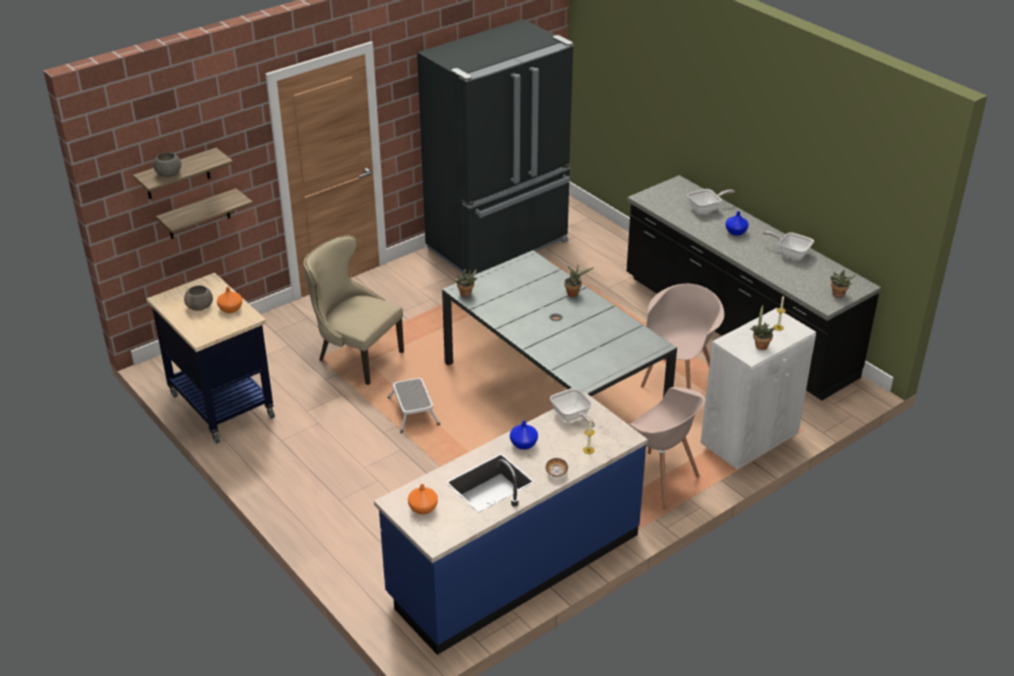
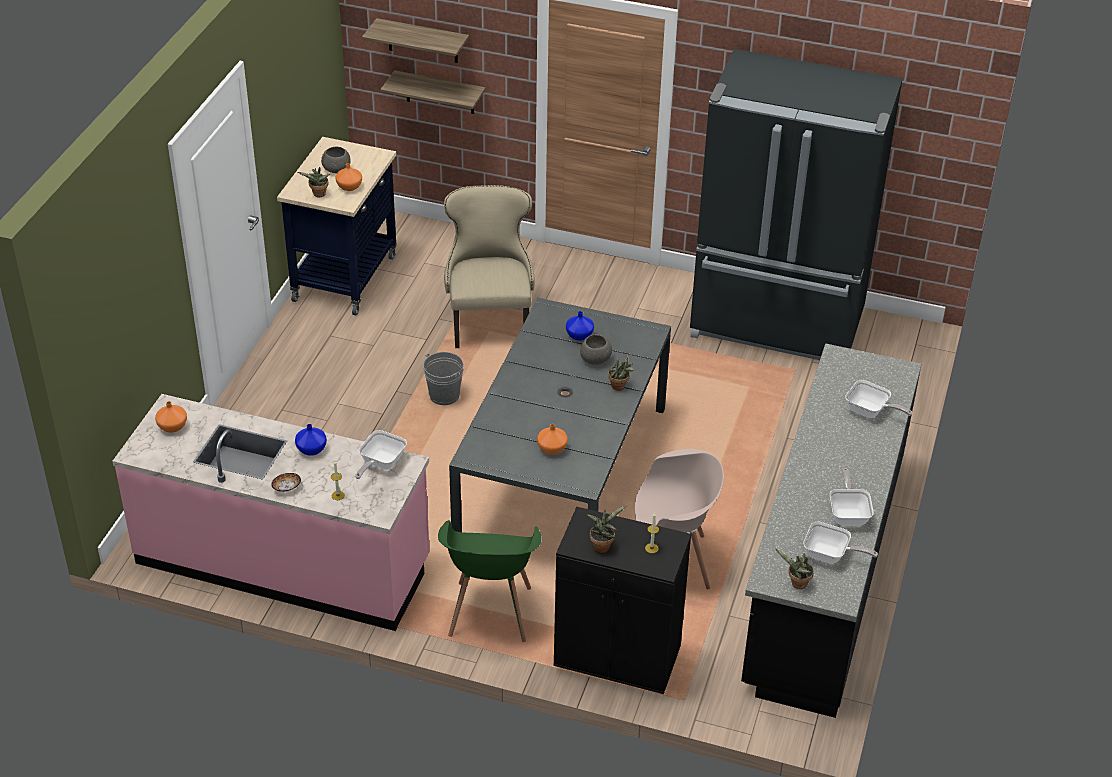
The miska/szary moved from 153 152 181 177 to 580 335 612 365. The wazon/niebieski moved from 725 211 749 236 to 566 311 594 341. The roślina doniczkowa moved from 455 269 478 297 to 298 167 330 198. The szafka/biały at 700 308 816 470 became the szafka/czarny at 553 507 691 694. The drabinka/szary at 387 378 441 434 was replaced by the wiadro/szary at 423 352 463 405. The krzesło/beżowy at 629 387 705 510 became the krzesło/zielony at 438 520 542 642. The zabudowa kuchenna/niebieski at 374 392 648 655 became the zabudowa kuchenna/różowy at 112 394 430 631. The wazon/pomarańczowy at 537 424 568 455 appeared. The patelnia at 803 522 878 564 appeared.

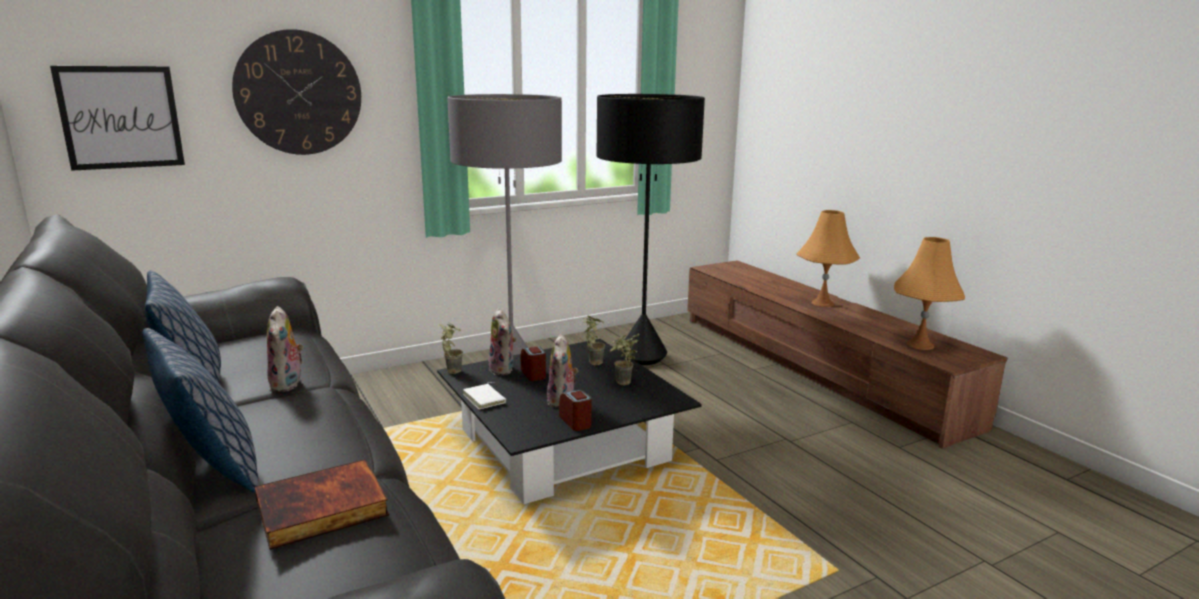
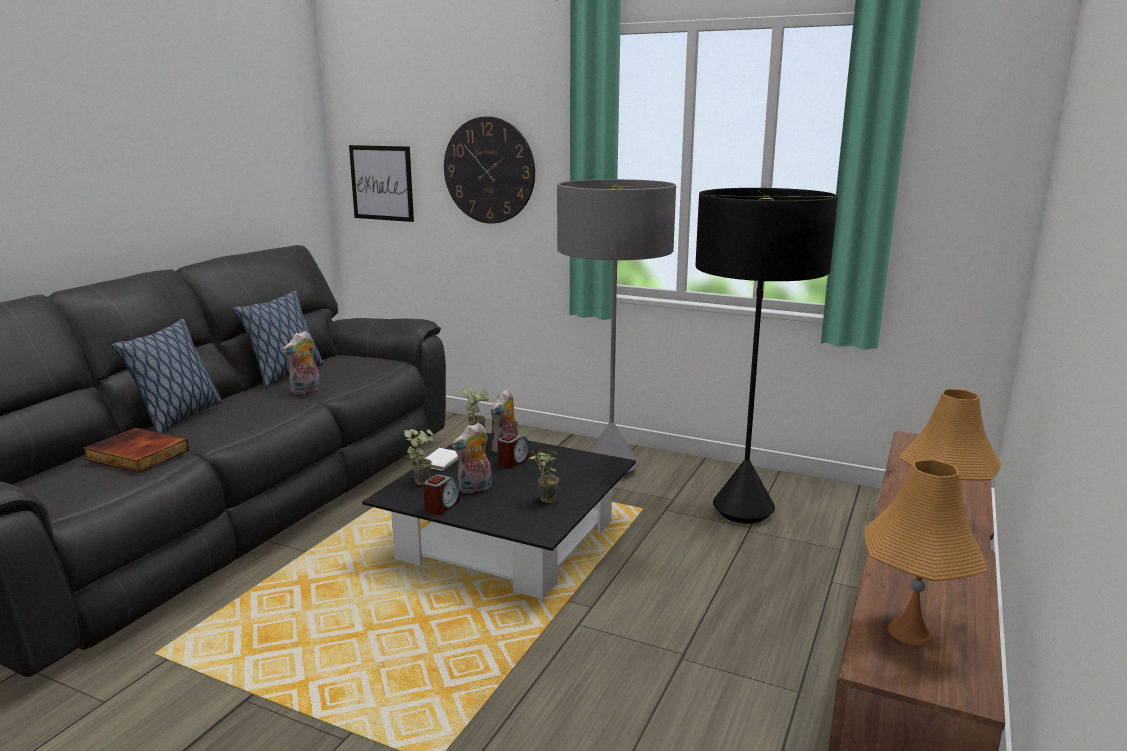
The roślina doniczkowa moved from 583 316 605 365 to 404 429 434 485.

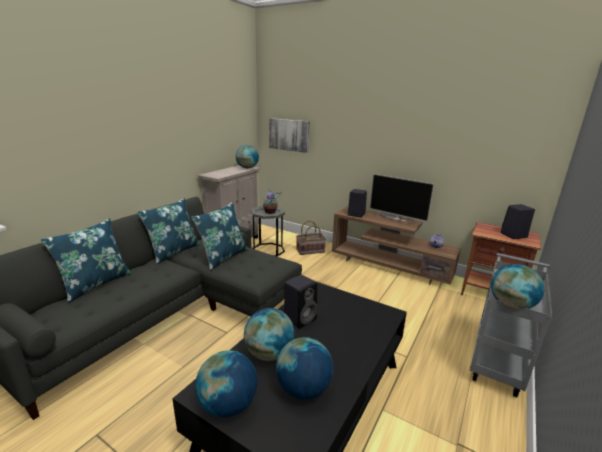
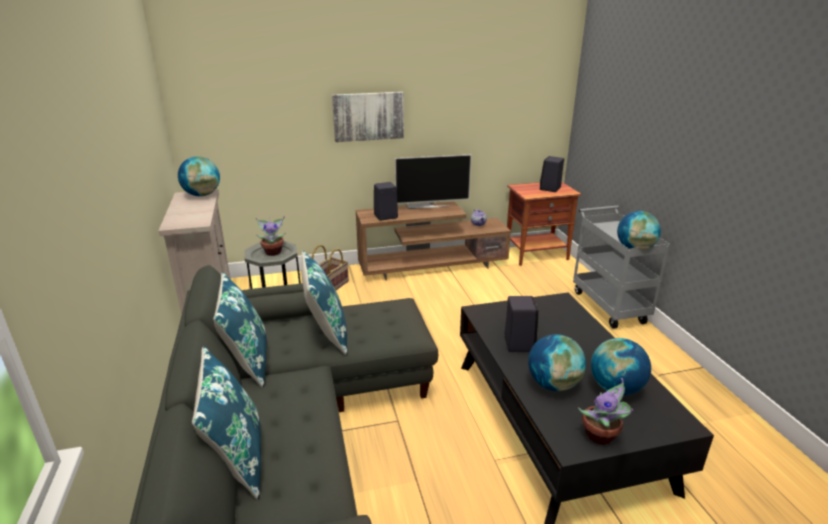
The obraz moved from 269 118 310 153 to 332 92 404 142. The globus at 195 350 258 417 was replaced by the roślina doniczkowa at 578 378 633 445.

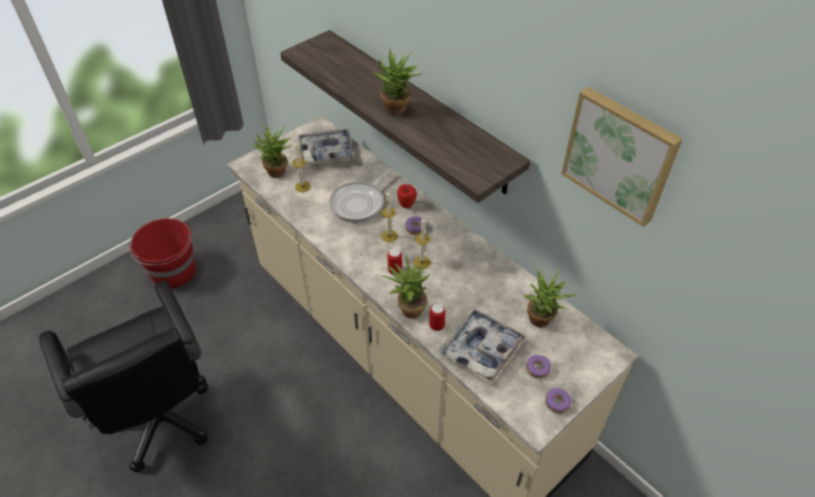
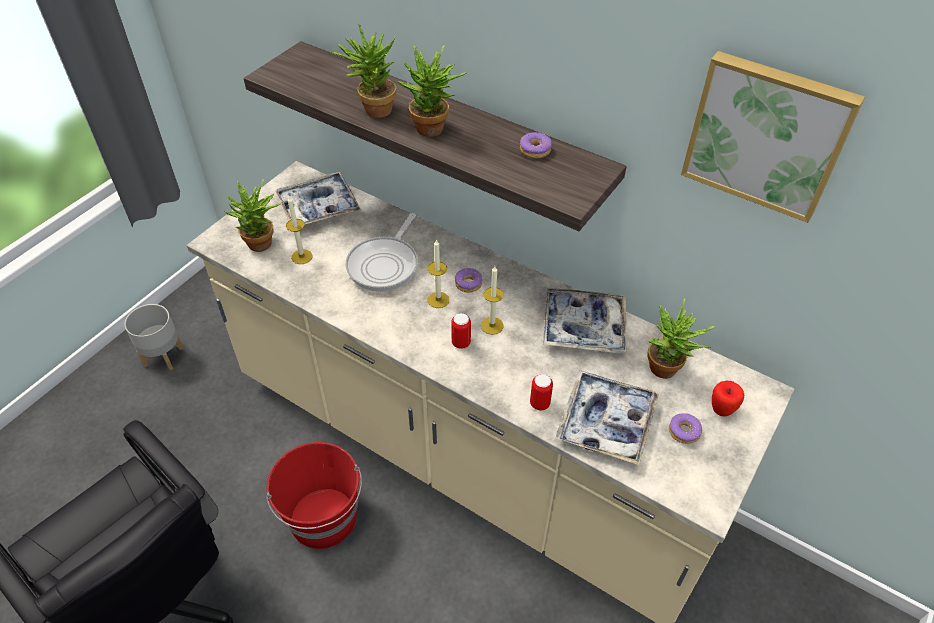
The jabłko moved from 397 184 417 208 to 712 381 744 417. The wiadro/czerwony moved from 129 218 196 289 to 266 442 362 549. The roślina doniczkowa moved from 382 257 431 319 to 332 24 396 118. The donut moved from 545 388 571 414 to 520 132 552 159. The taca at 543 288 626 353 appeared. The donica/szary at 125 304 183 370 appeared.

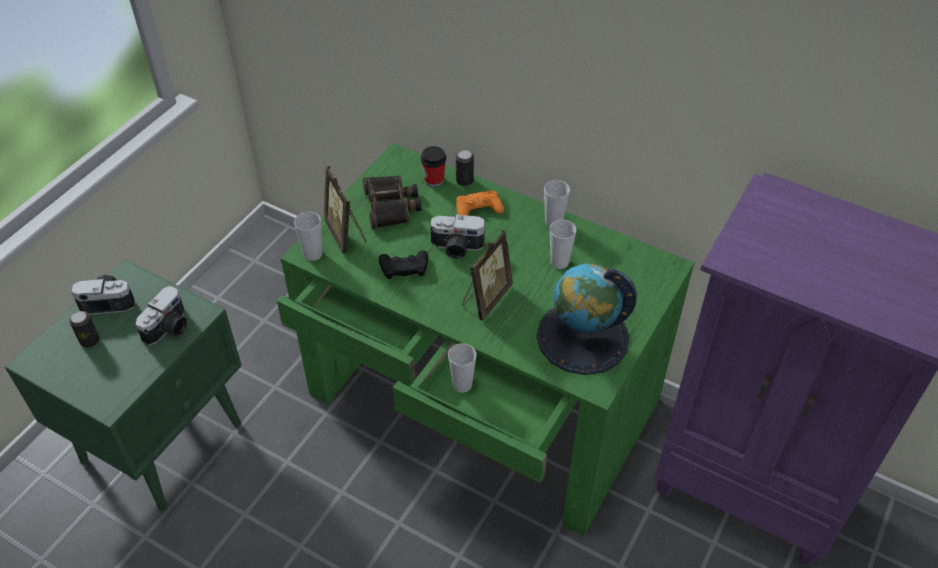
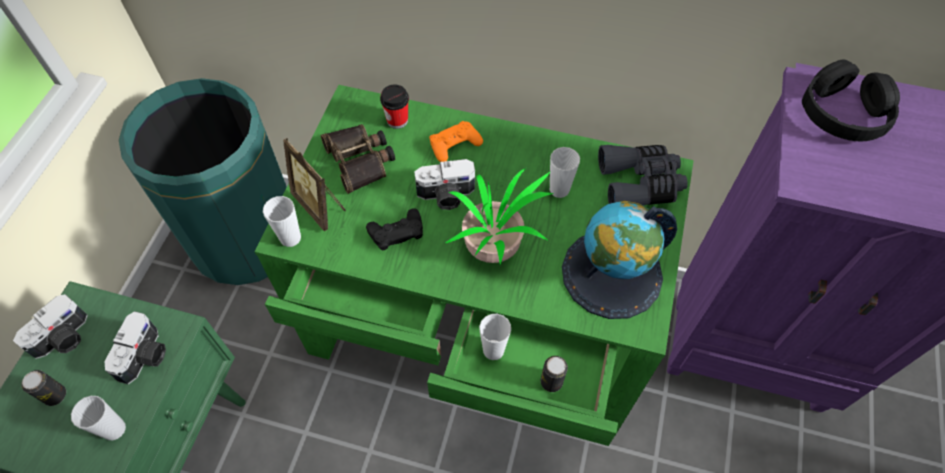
The puszka moved from 456 150 474 186 to 540 356 568 392. The filiżanka moved from 544 180 570 227 to 71 396 126 440. The ramka na zdjęcie at 462 230 513 321 was replaced by the roślina doniczkowa at 445 168 554 265. The aparat fotograficzny at 71 275 135 315 turned 150 degrees clockwise. The słuchawki/czarny at 802 59 900 141 appeared. The kosz na śmieci/zielony at 119 78 287 285 appeared. The lornetka/szary at 598 145 688 206 appeared.

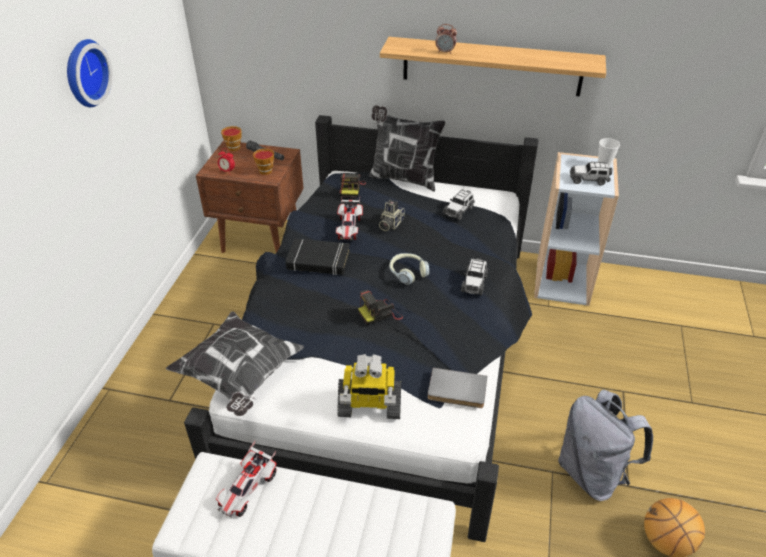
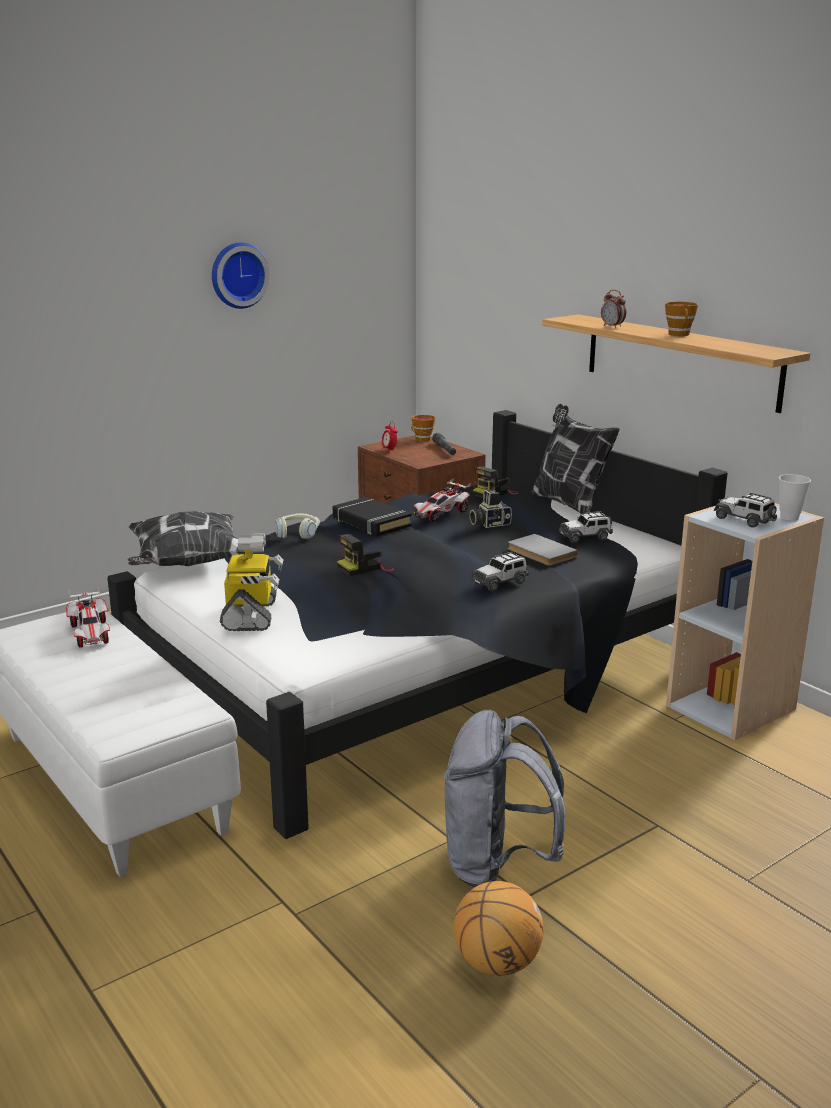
The filiżanka moved from 253 149 274 175 to 665 301 698 336. The słuchawki moved from 389 253 429 285 to 275 513 320 539. The aparat fotograficzny at 358 290 403 325 turned 45 degrees counterclockwise. The robot zabawkowy at 337 354 401 419 turned 135 degrees counterclockwise. The książka/szary moved from 427 368 487 408 to 508 534 578 566. The samochodzik at 216 441 277 517 turned 90 degrees counterclockwise.

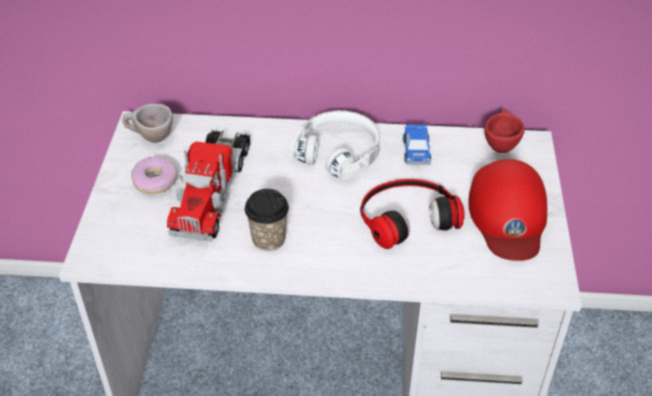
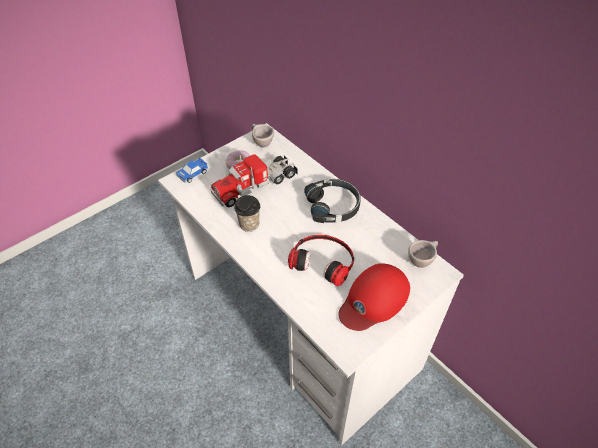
The filiżanka/czerwony at 484 109 525 153 became the filiżanka/beżowy at 408 240 438 268. The słuchawki/biały at 290 110 380 180 became the słuchawki/czarny at 304 179 361 223. The samochodzik moved from 403 125 431 165 to 176 158 208 183.

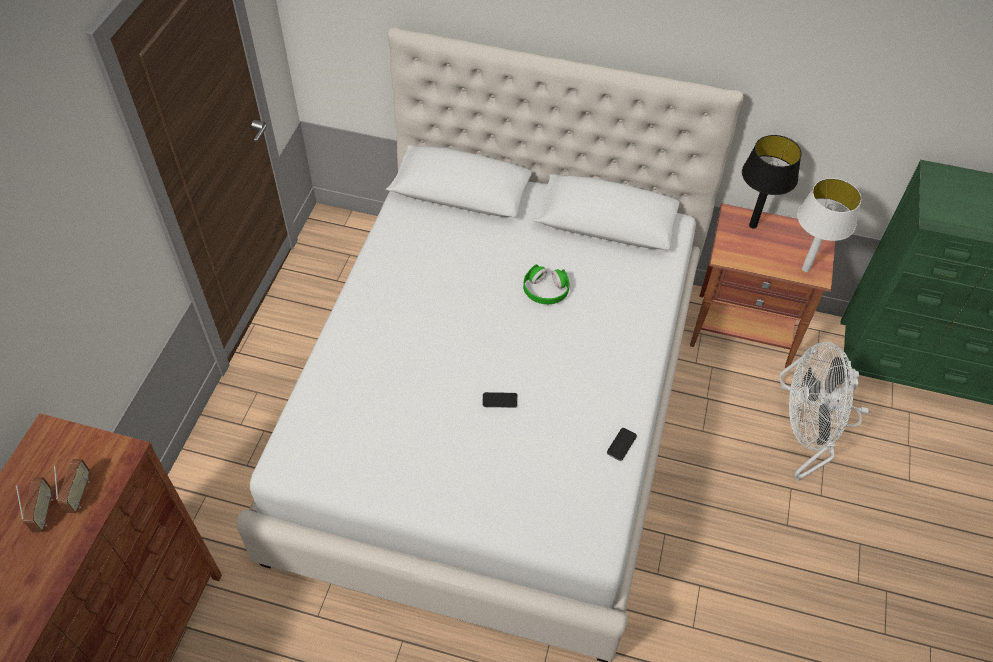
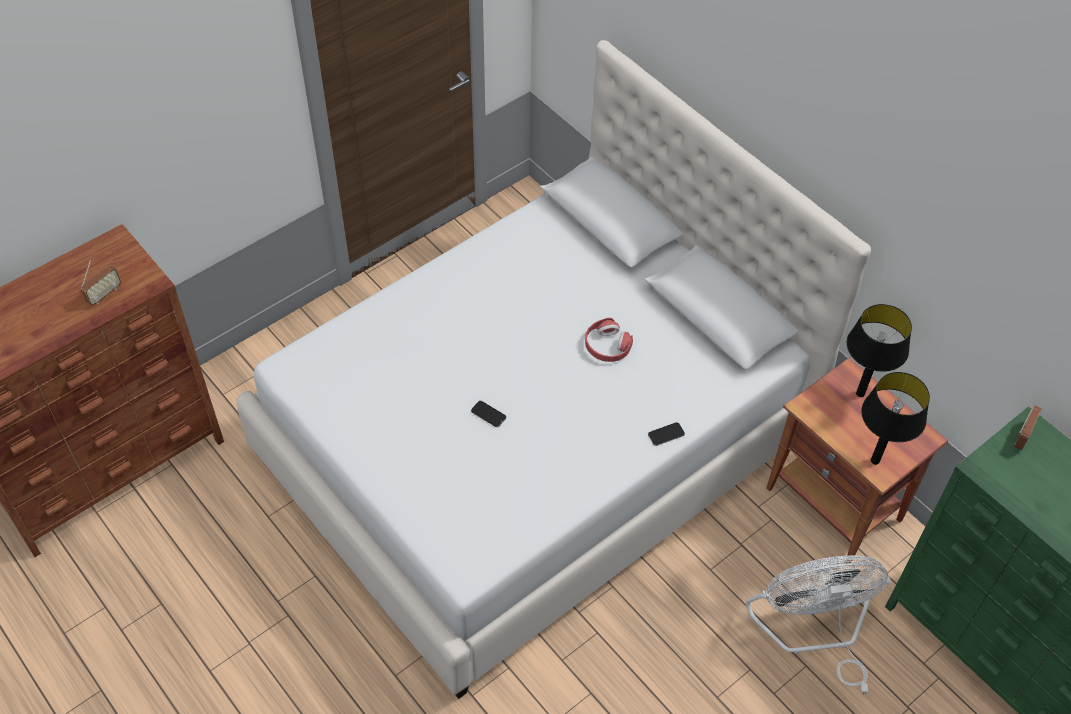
The lampa stołowa/biały at 798 178 861 272 became the lampa stołowa/czarny at 861 372 930 465. The słuchawki/zielony at 523 264 570 304 became the słuchawki/czerwony at 585 318 633 362. The wentylator/biały at 779 342 871 481 turned 45 degrees clockwise. The telefon moved from 607 428 637 461 to 648 422 685 446. The radio moved from 16 477 53 532 to 1014 404 1042 450.

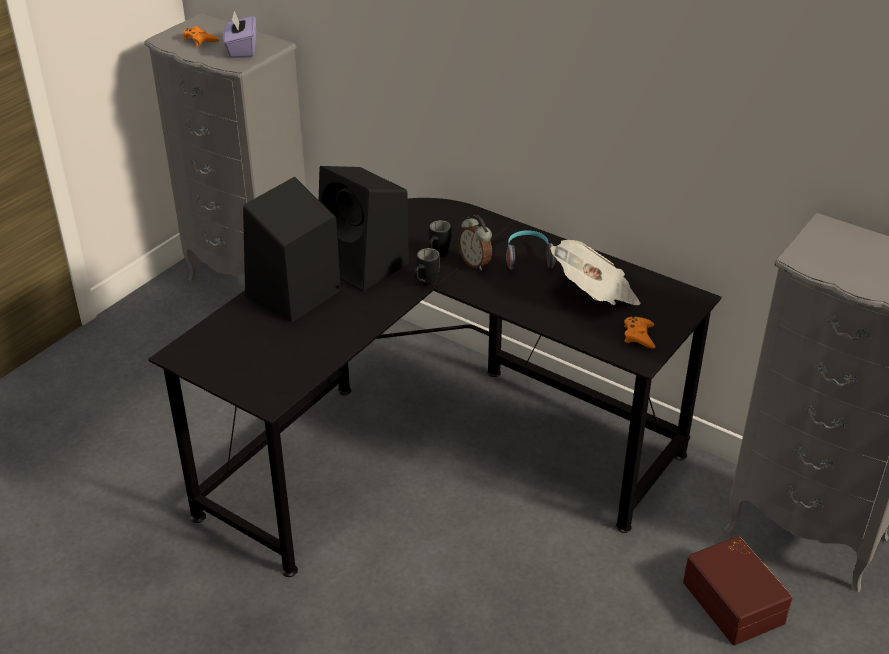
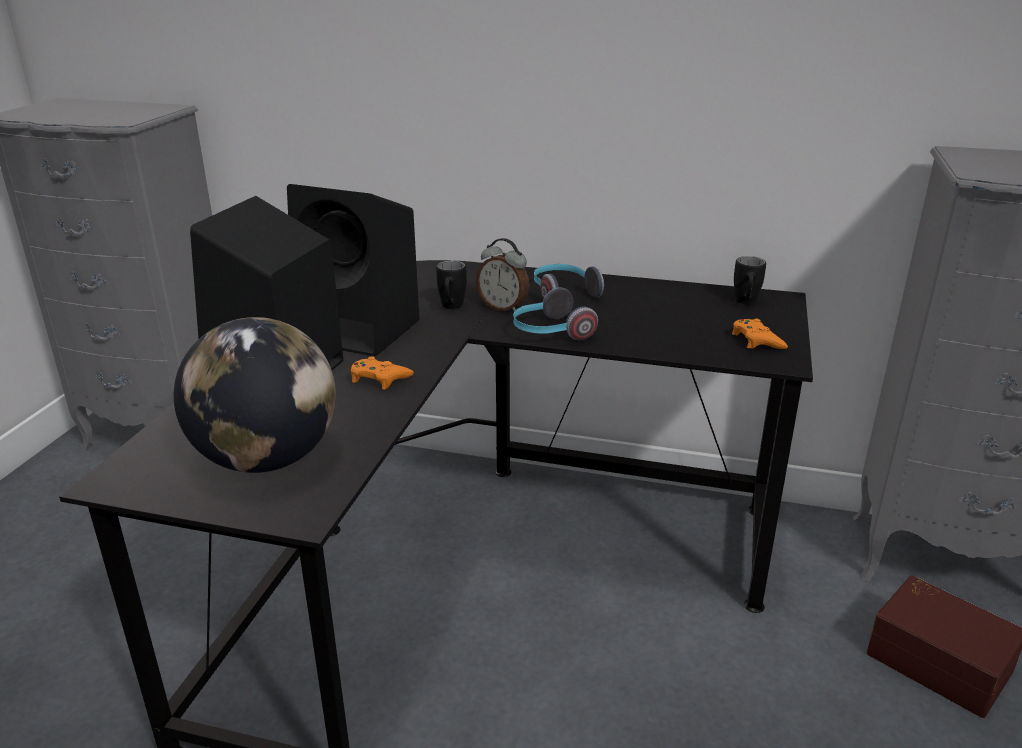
The pudełko chusteczek/fioletowy at 223 11 256 58 disappeared. The pad do gier/pomarańczowy moved from 183 26 220 46 to 350 356 414 390. The gazeta at 550 240 641 305 disappeared. The kubek/czarny moved from 414 248 440 287 to 734 256 766 304. The słuchawki at 513 287 598 340 appeared. The globus at 174 317 336 473 appeared.

